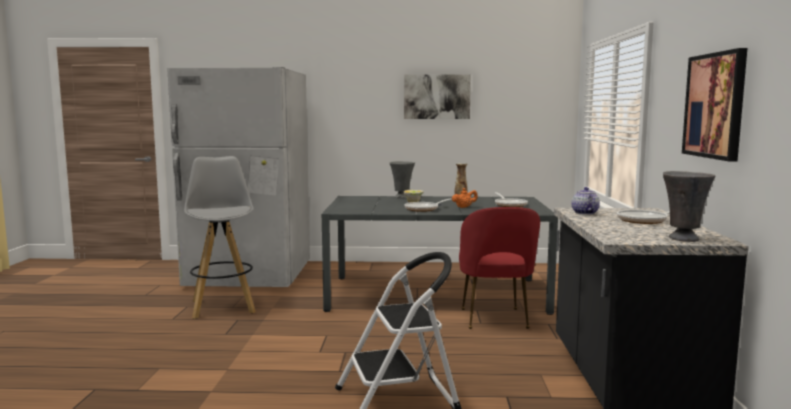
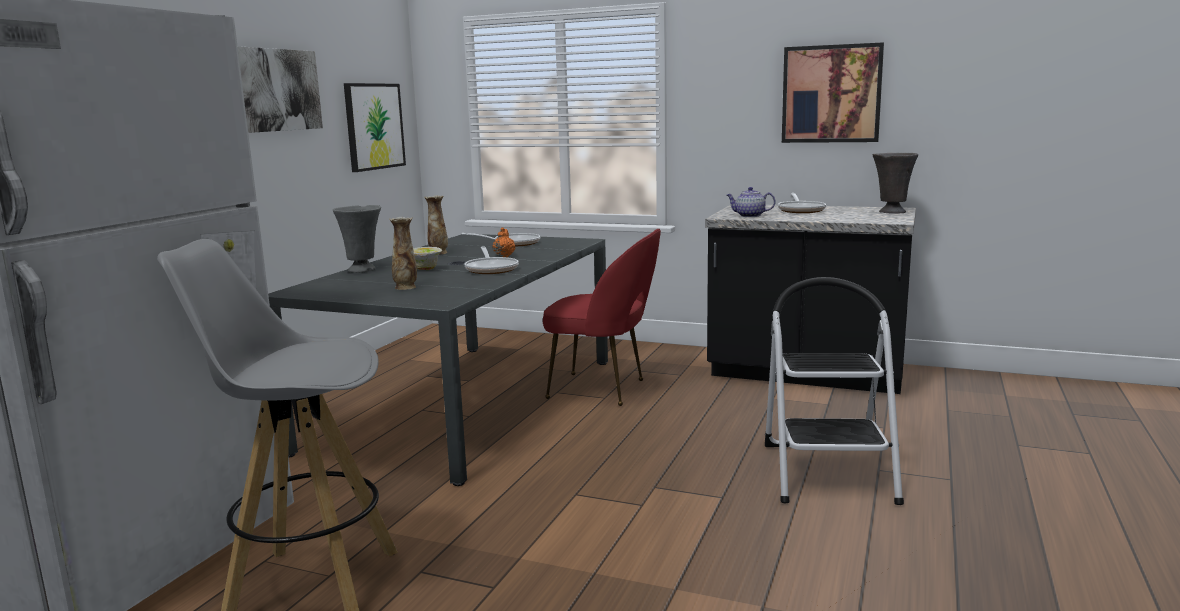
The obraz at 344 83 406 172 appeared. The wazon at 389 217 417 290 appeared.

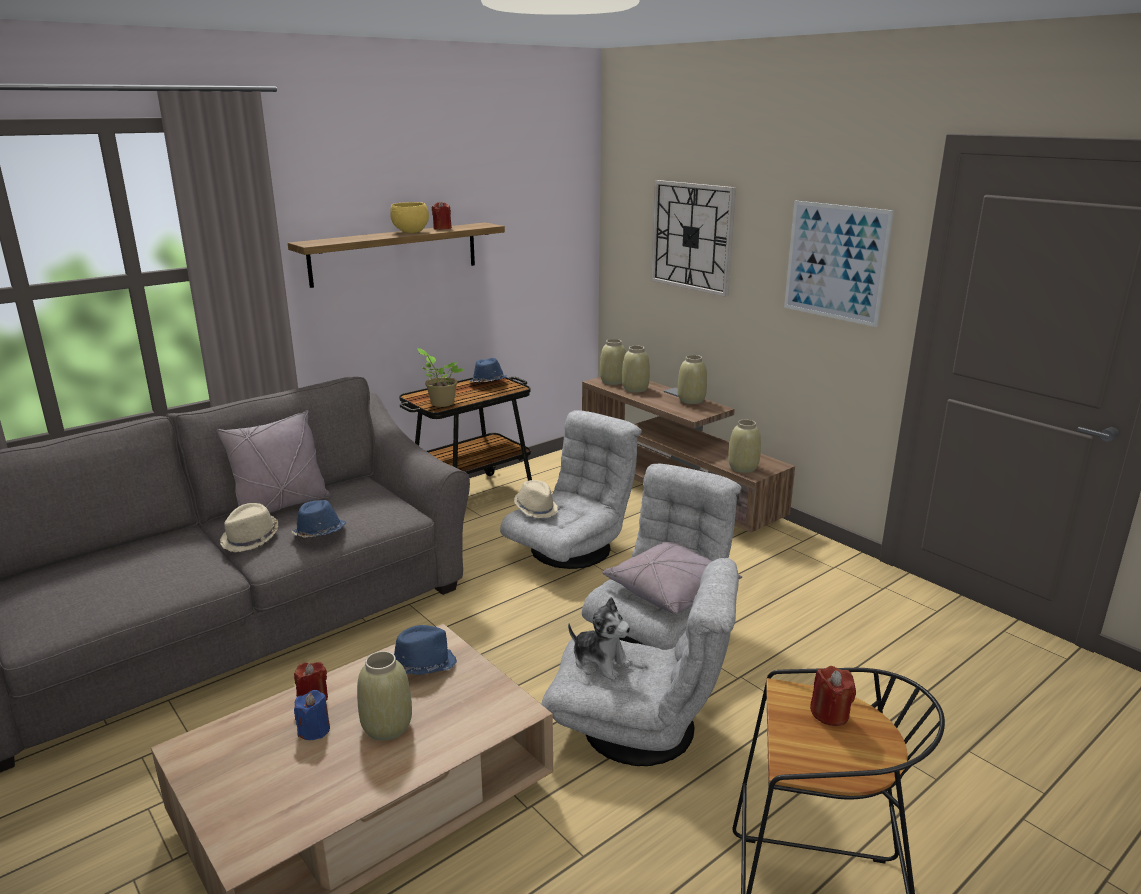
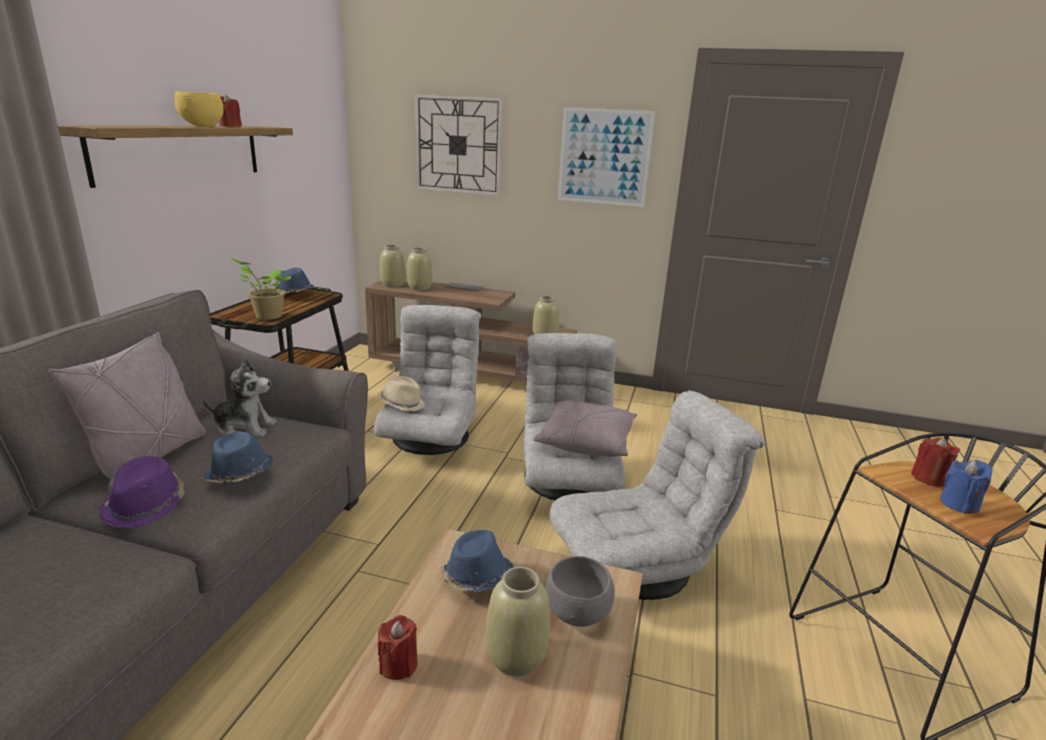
The wazon/beżowy at 678 355 707 404 disappeared. The kapelusz/beżowy at 220 503 278 552 became the kapelusz/fioletowy at 99 456 185 528. The pluszak moved from 568 597 632 681 to 203 358 277 437. The świeca/niebieski moved from 294 690 330 740 to 940 460 993 514. The miska/szary at 546 556 615 627 appeared.

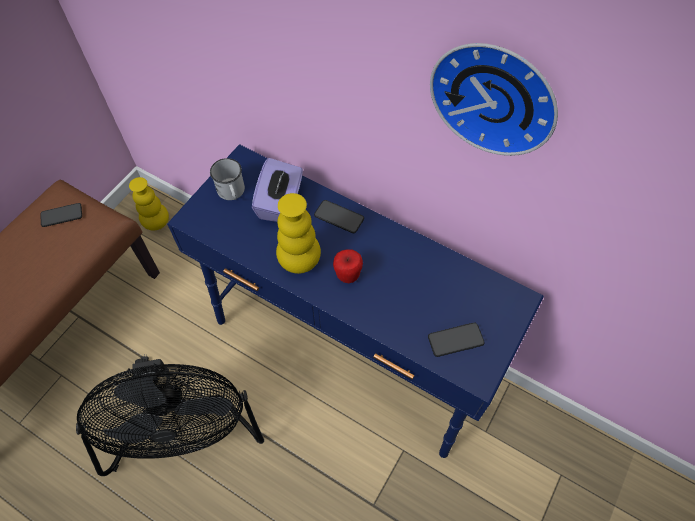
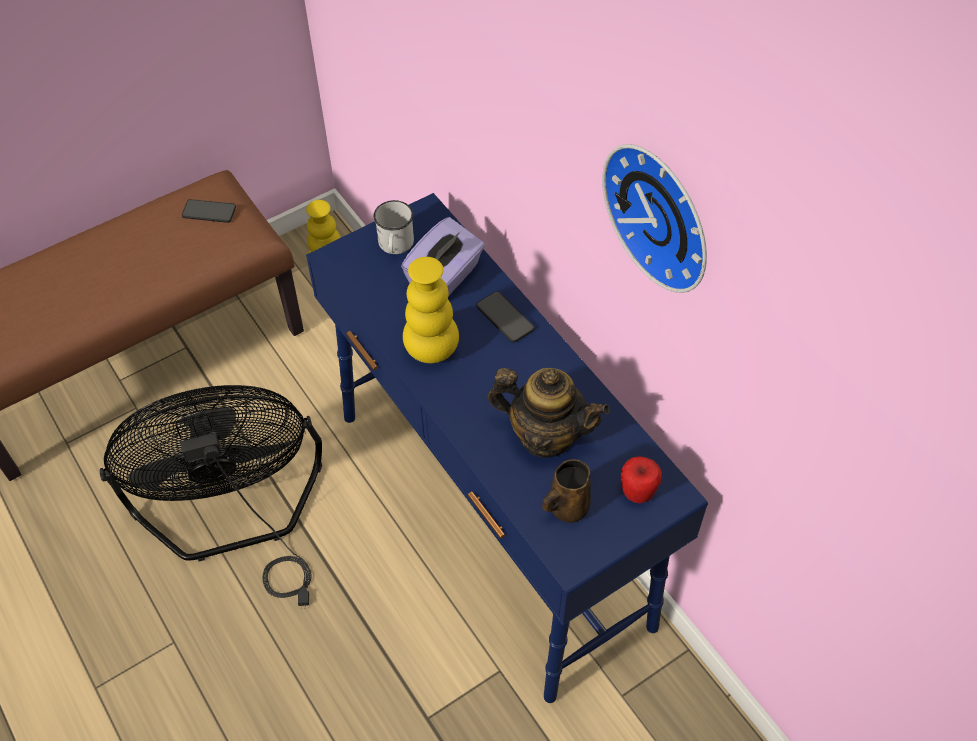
The jabłko moved from 333 249 363 283 to 620 456 662 503. The telefon at 428 323 484 357 was replaced by the kubek/brązowy at 542 459 591 523. The wentylator/czarny at 76 354 264 476 turned 150 degrees clockwise. The imbryk at 488 368 610 458 appeared.

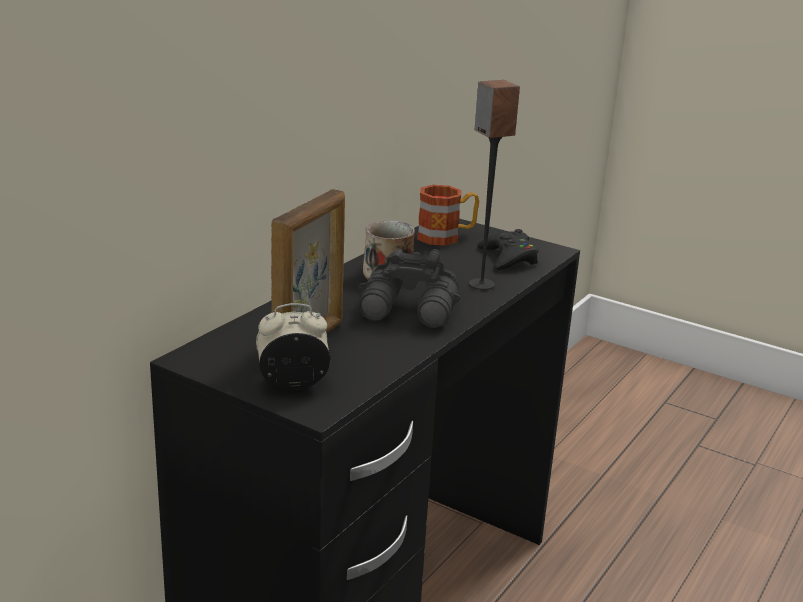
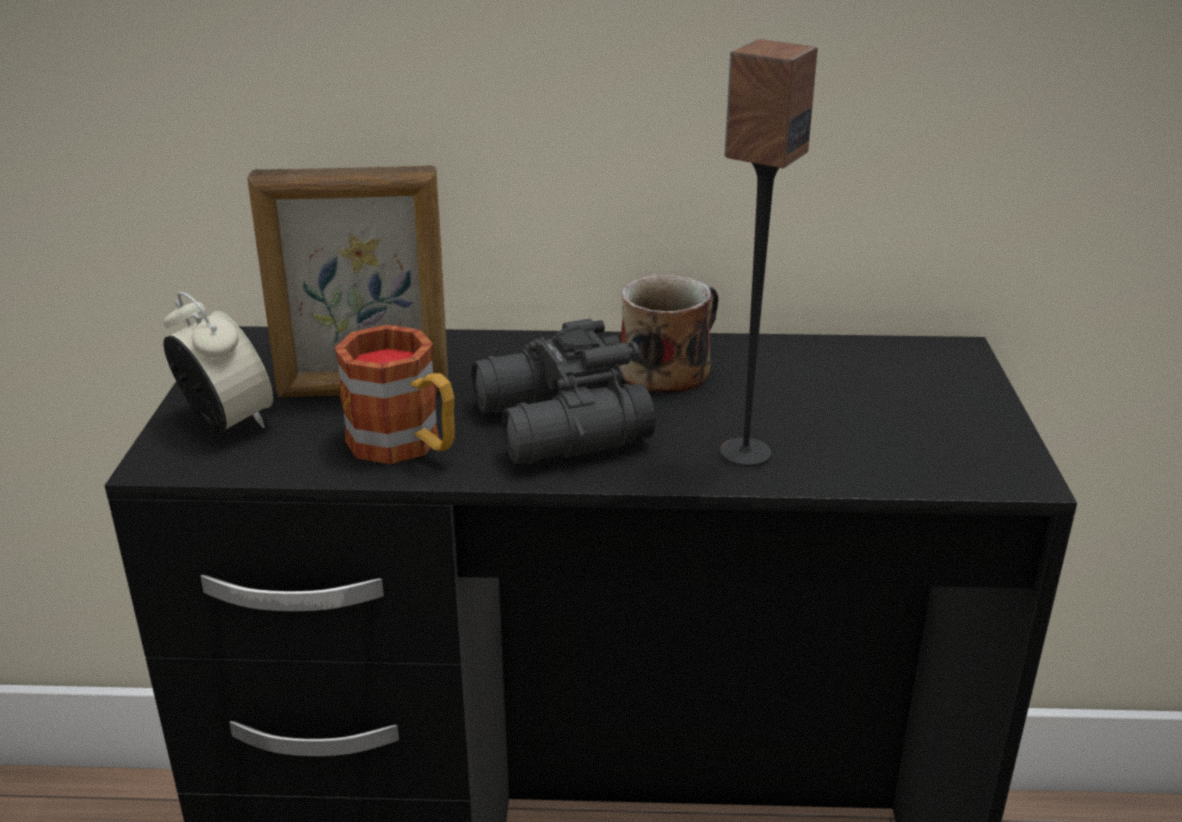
The kubek moved from 417 185 479 246 to 334 325 455 464. The pad do gier/czarny at 477 229 539 270 disappeared.

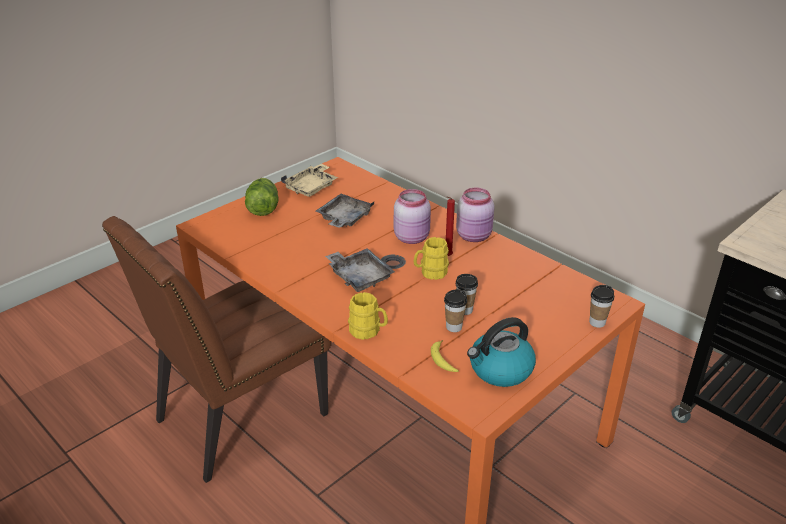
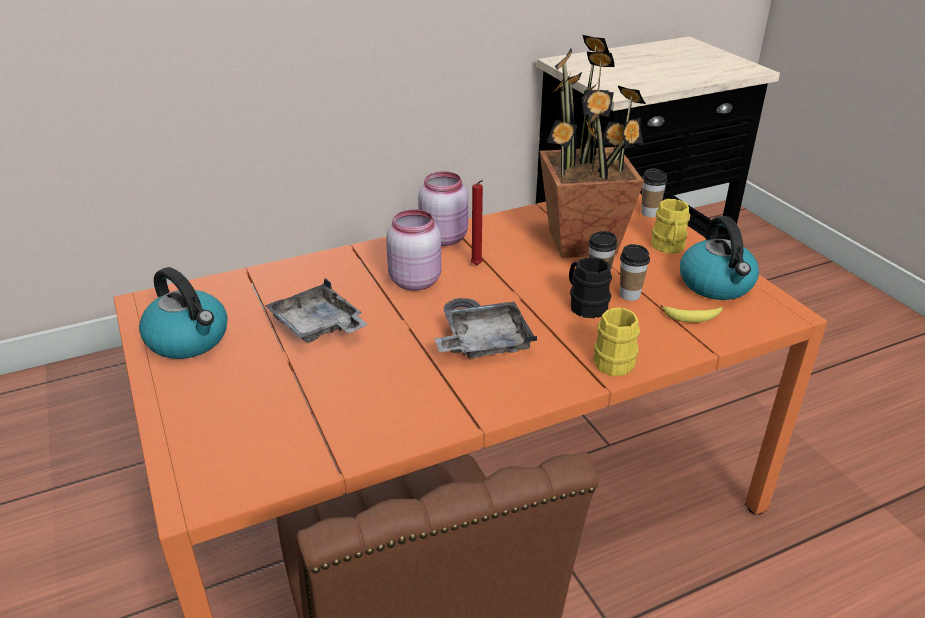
The taca/beżowy at 281 163 338 197 was replaced by the czajnik at 139 267 228 359. The sałata at 245 178 279 216 disappeared. The kubek/żółty moved from 413 237 449 280 to 651 199 690 254. The roślina doniczkowa at 539 35 646 258 appeared. The kubek/czarny at 569 257 612 318 appeared.

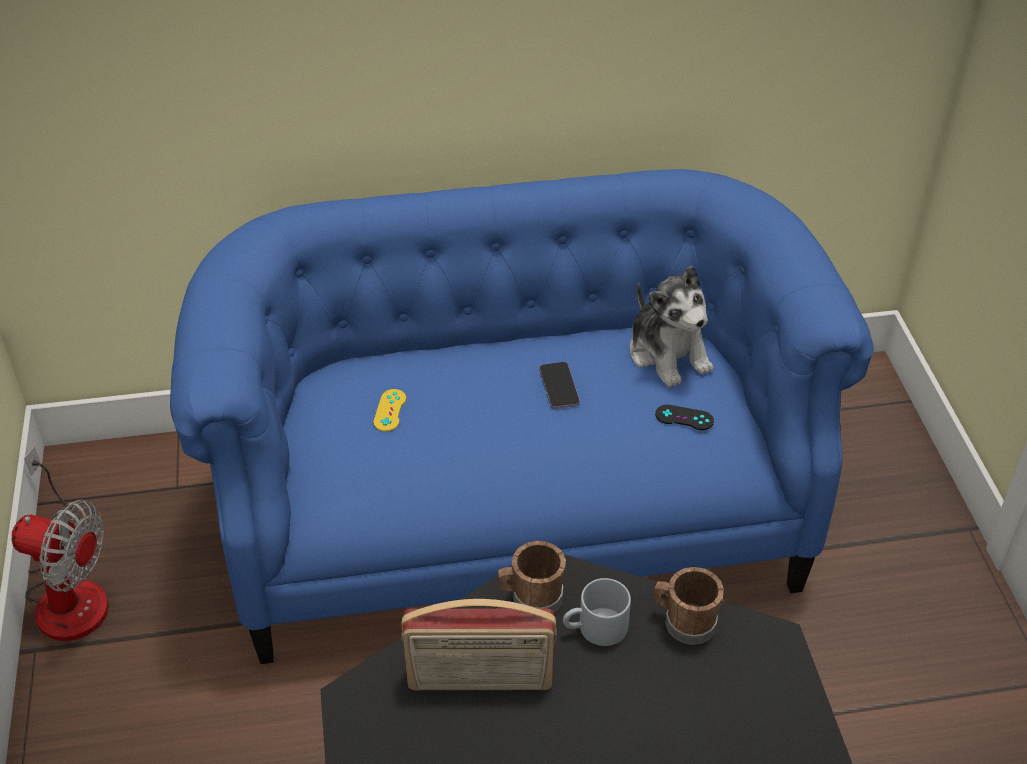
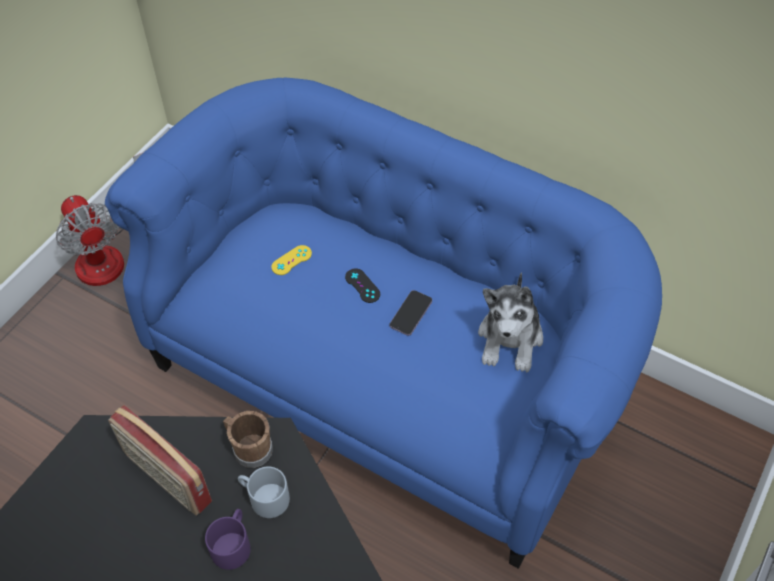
The pad do gier/czarny moved from 655 405 714 430 to 345 269 380 303. The kubek/brązowy at 654 567 724 645 disappeared. The kubek/fioletowy at 205 509 251 570 appeared.

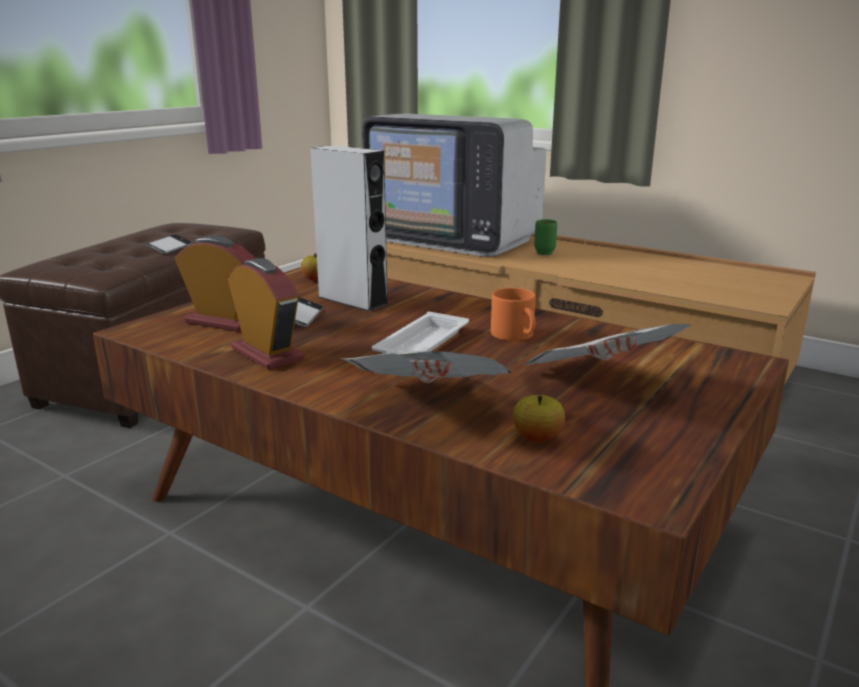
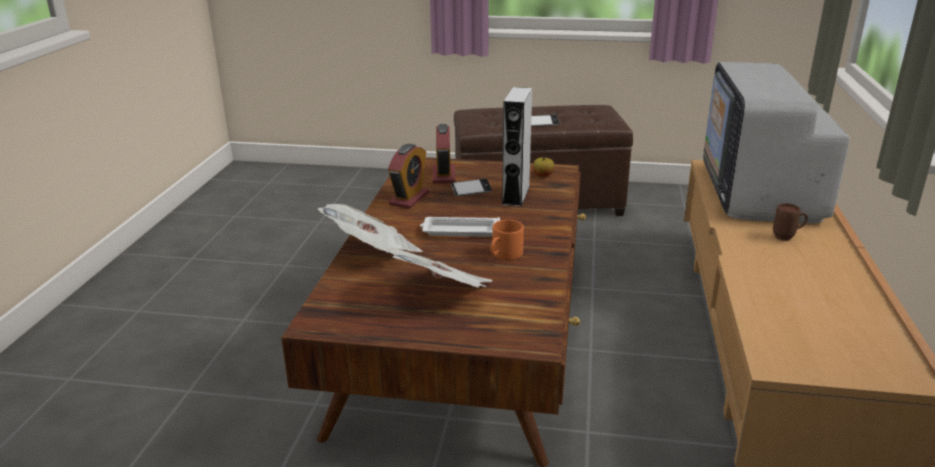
The kubek/zielony at 534 219 557 255 became the kubek/brązowy at 773 203 808 241. The jabłko at 513 395 565 442 disappeared.

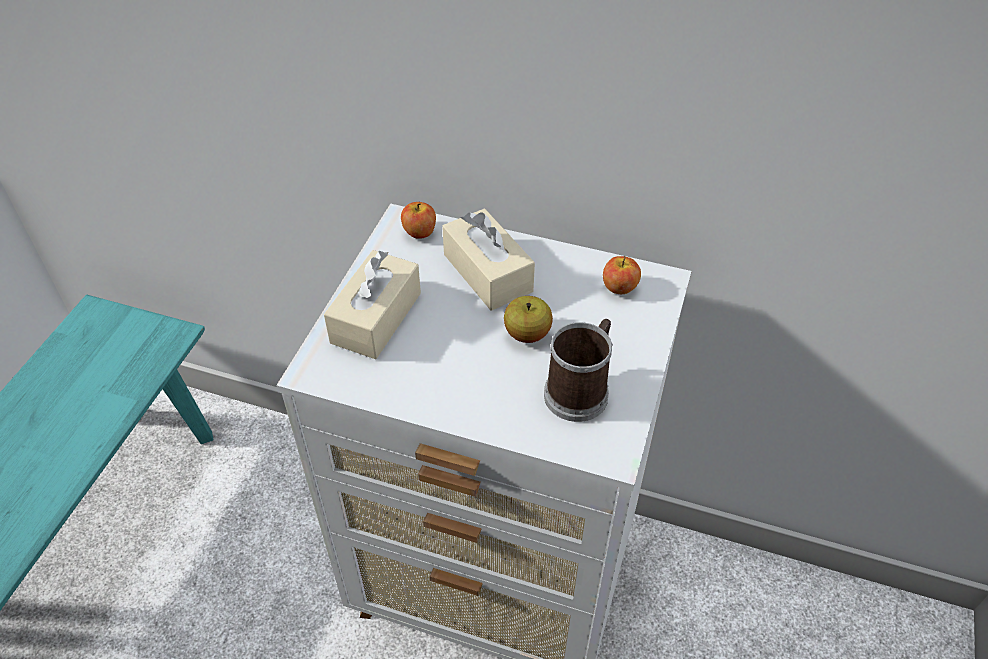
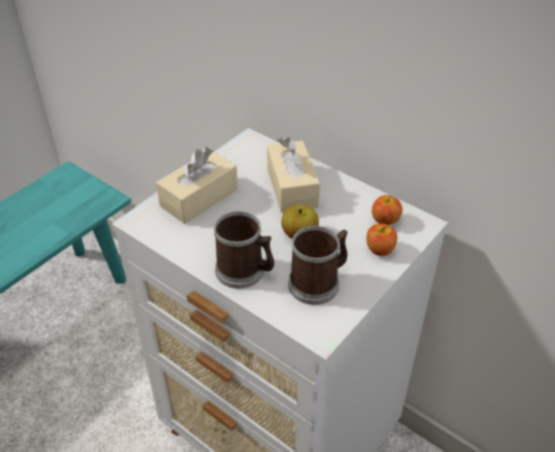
The jabłko moved from 401 202 436 239 to 366 224 397 256. The kubek at 214 211 274 289 appeared.

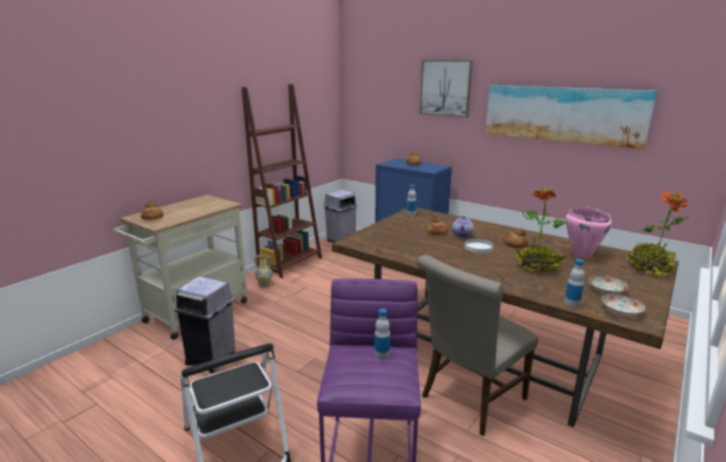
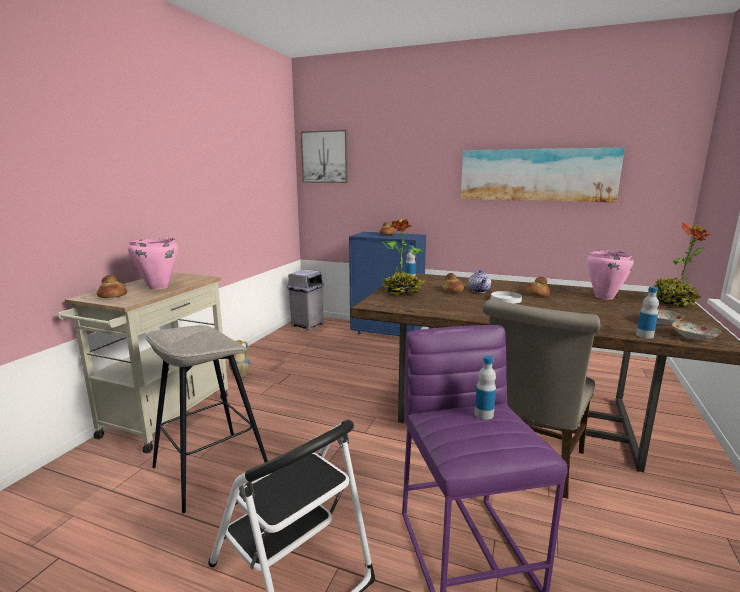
The obraz moved from 420 60 473 117 to 301 130 348 183. The regał/brązowy at 242 84 322 278 disappeared. The roślina doniczkowa moved from 515 188 567 272 to 382 219 425 296. The kosz na śmieci/szary at 174 276 236 373 was replaced by the stołek/szary at 145 325 268 513. The garnek/różowy at 128 238 178 290 appeared.

